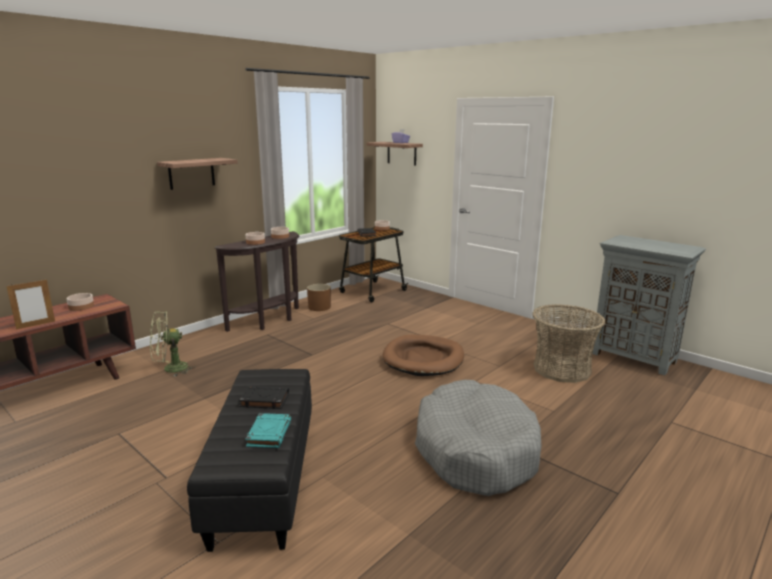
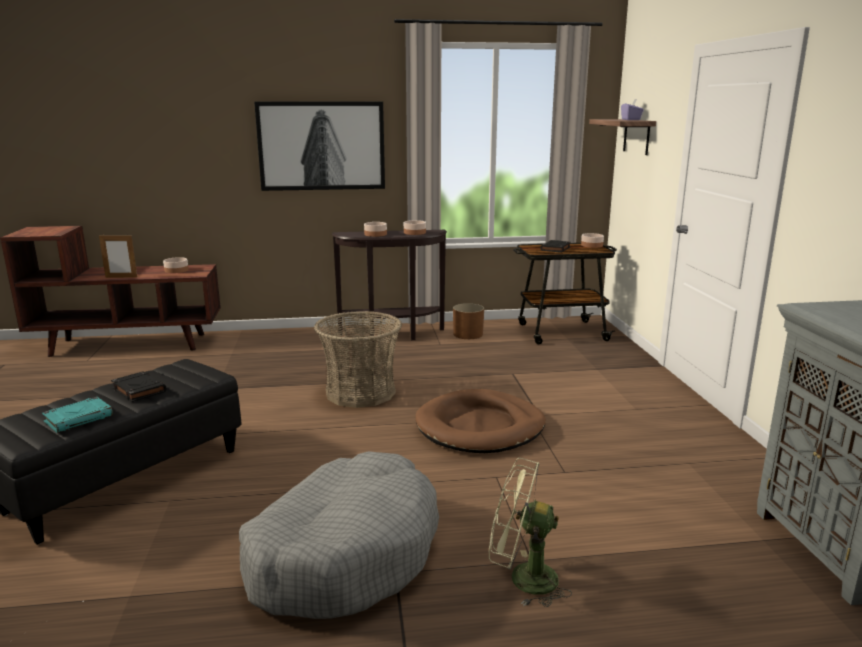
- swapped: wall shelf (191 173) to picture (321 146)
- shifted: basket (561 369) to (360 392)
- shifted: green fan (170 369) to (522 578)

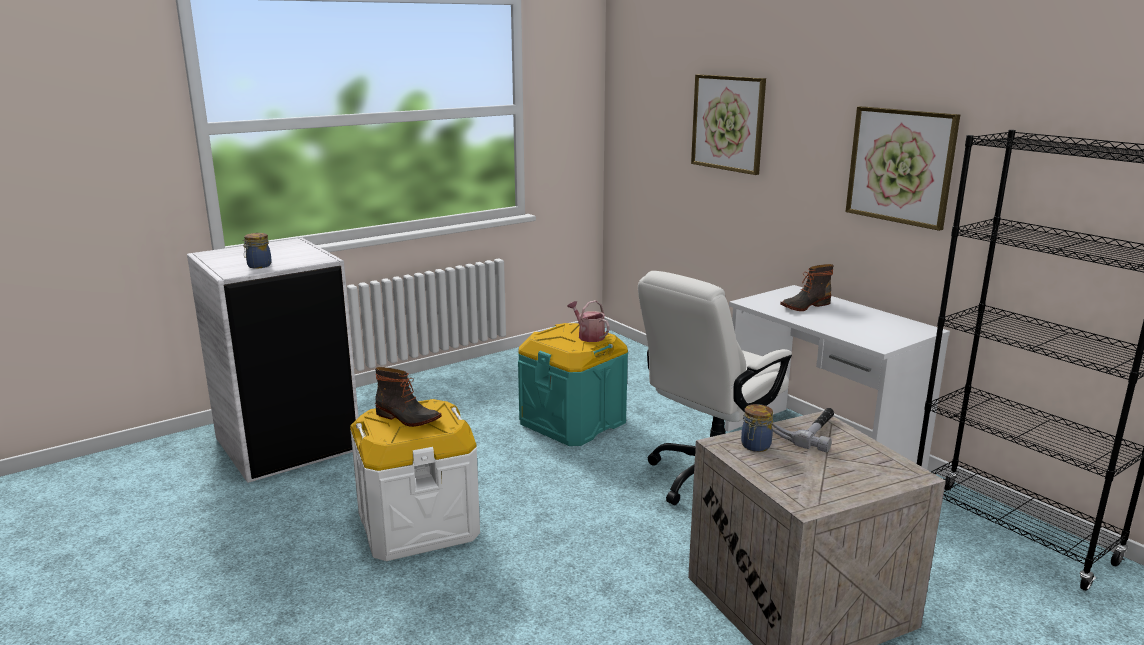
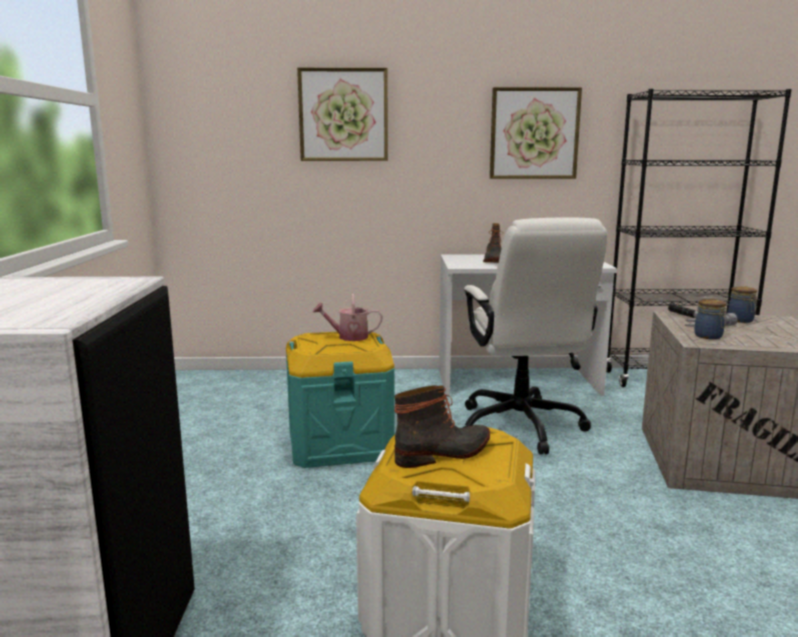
- shifted: preserve jar (258 266) to (741 320)

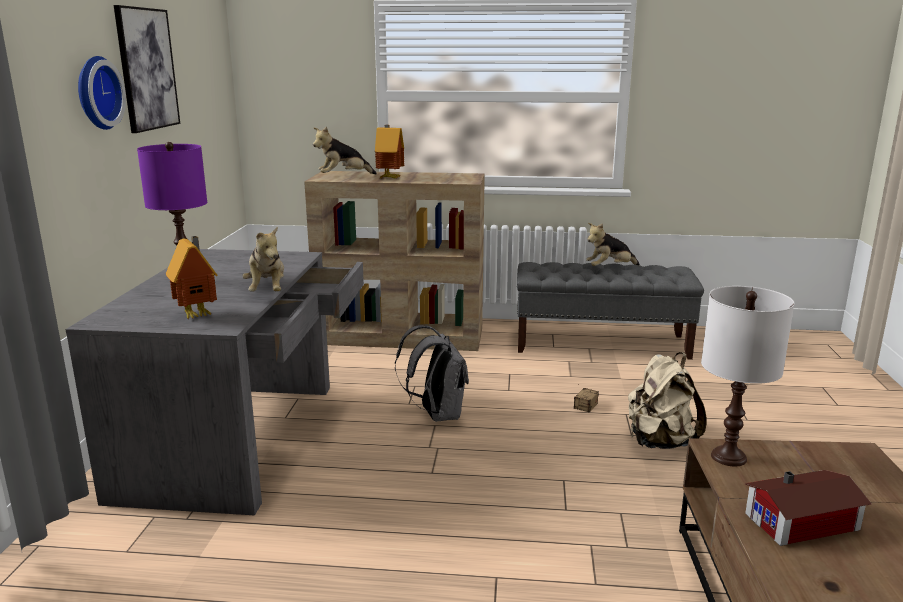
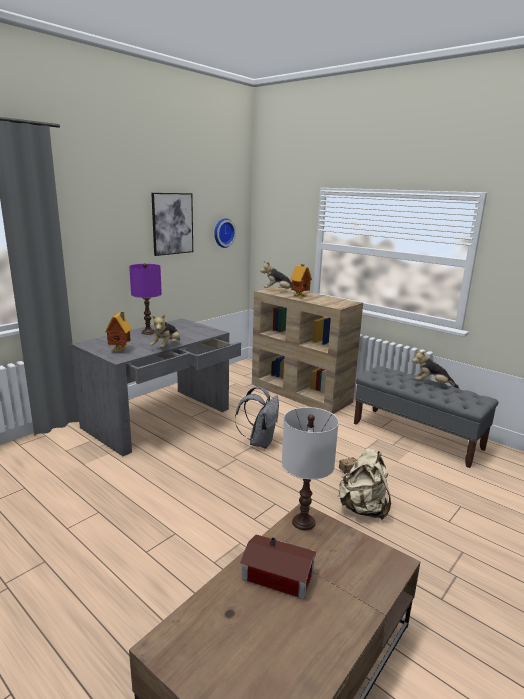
- shifted: wall clock (95 93) to (223 232)

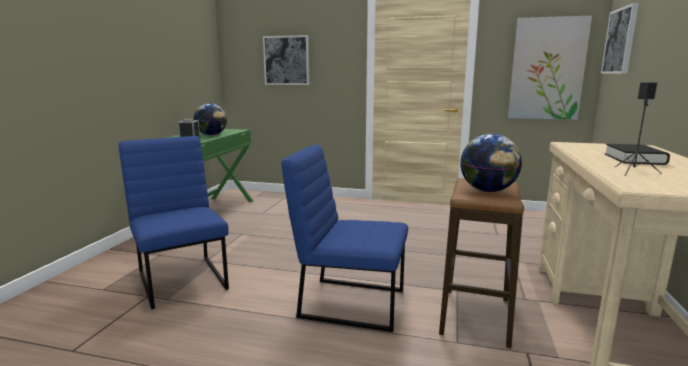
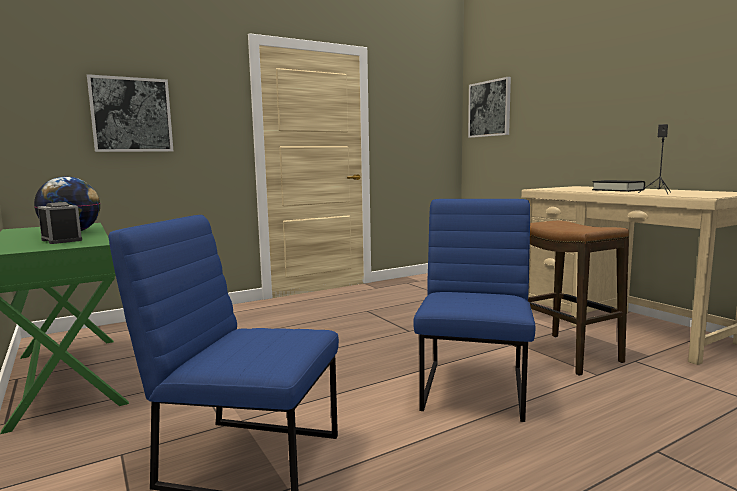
- gone: picture (547 69)
- gone: world globe (487 191)
- rotated: blue plain chair (349 302) = (474 387) 135 degrees clockwise

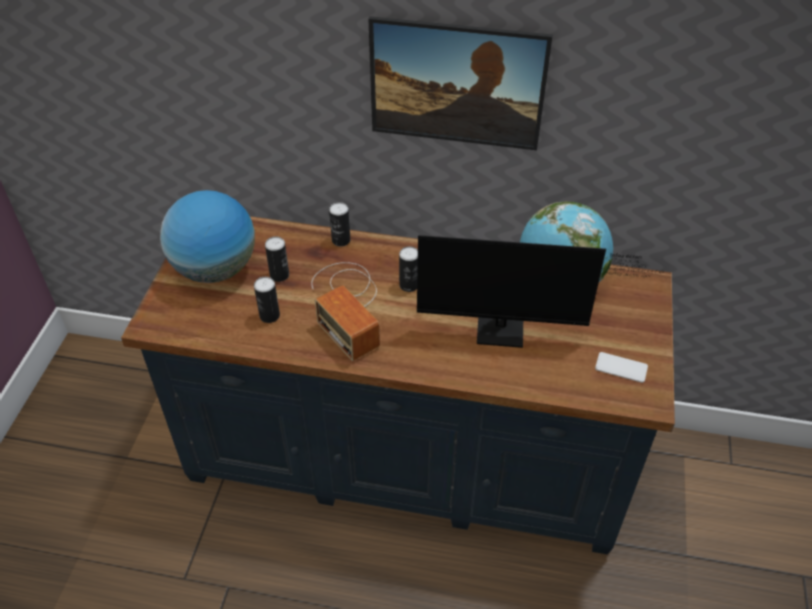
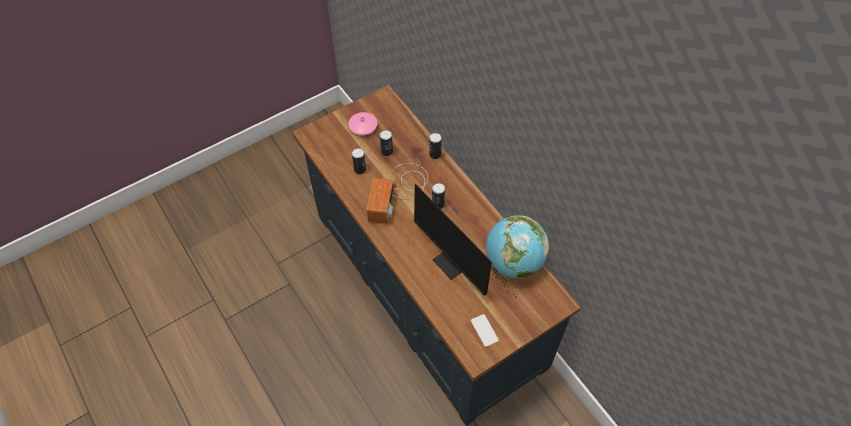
- gone: picture (455 112)
- swapped: world globe (215 269) to pink vase (363 126)

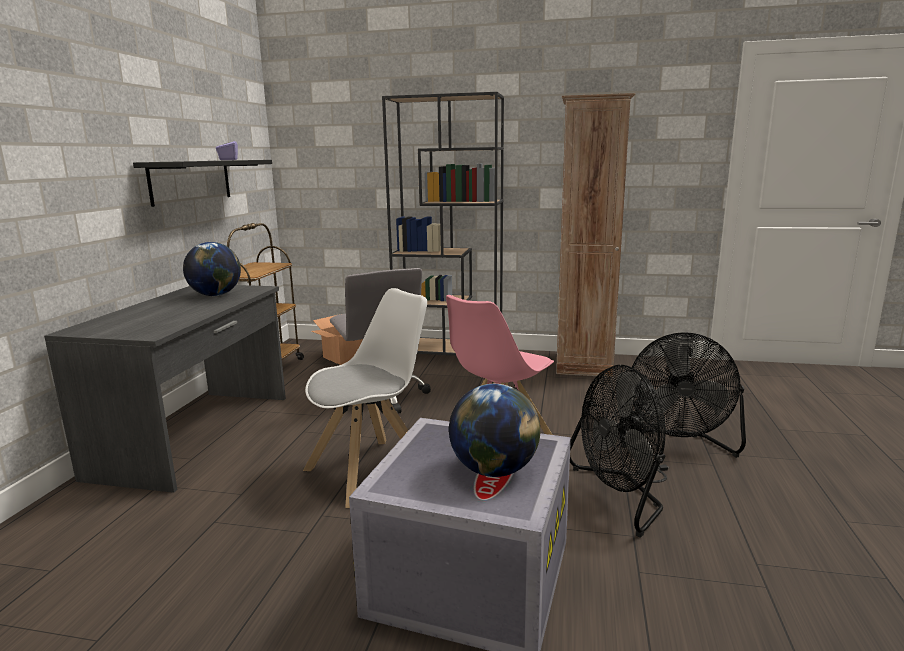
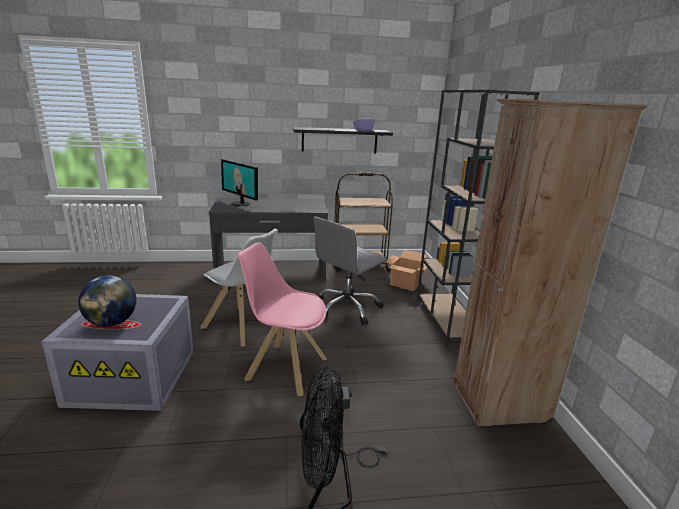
- gone: world globe (215 295)
- gone: black fan (624 492)
- new: monitor (241 203)

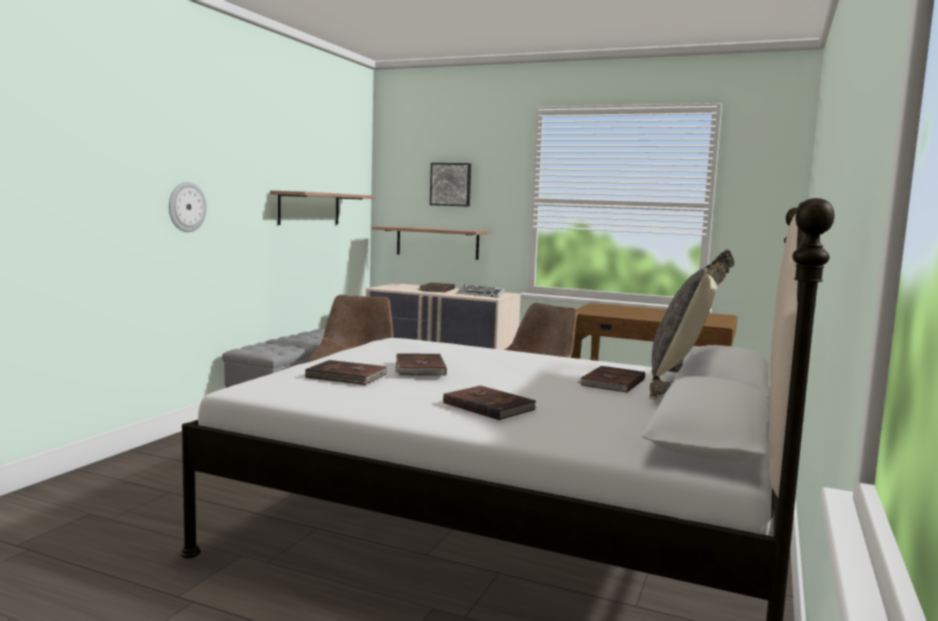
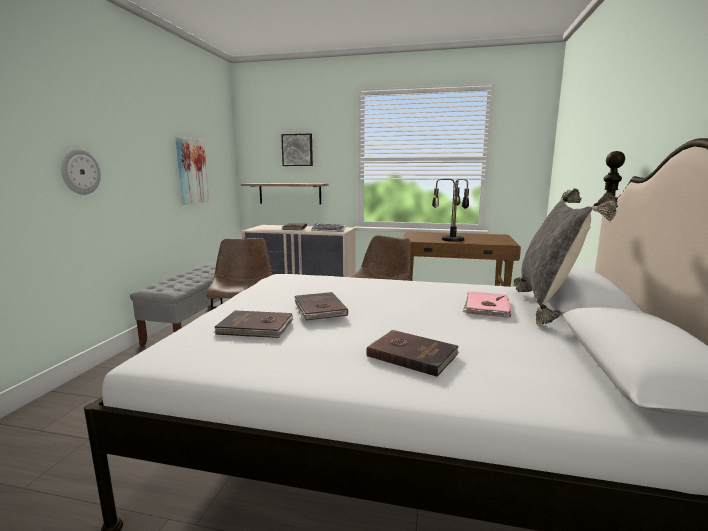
- swapped: wall shelf (309 208) to picture (191 171)
- repainted: brown-coloured book (611 382) to pink book (486 307)
- new: lamp for a table (452 239)

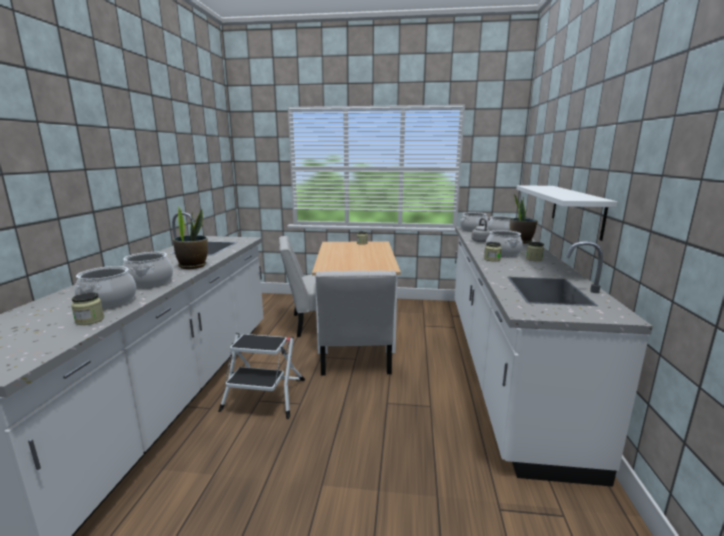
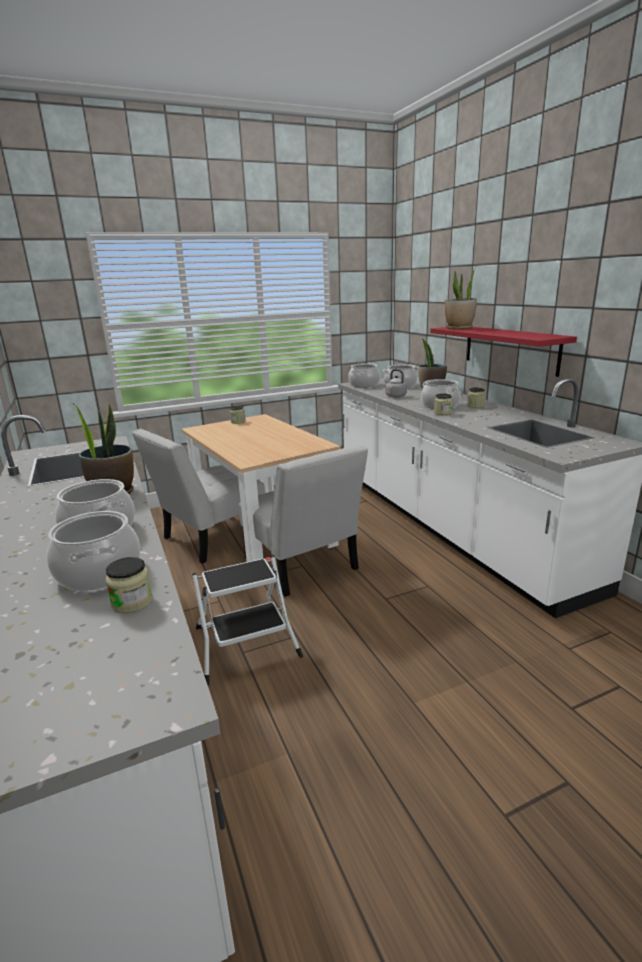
- repainted: white-coloured wall shelf (576 210) to red wall shelf (510 349)
- new: houseplant (459 328)

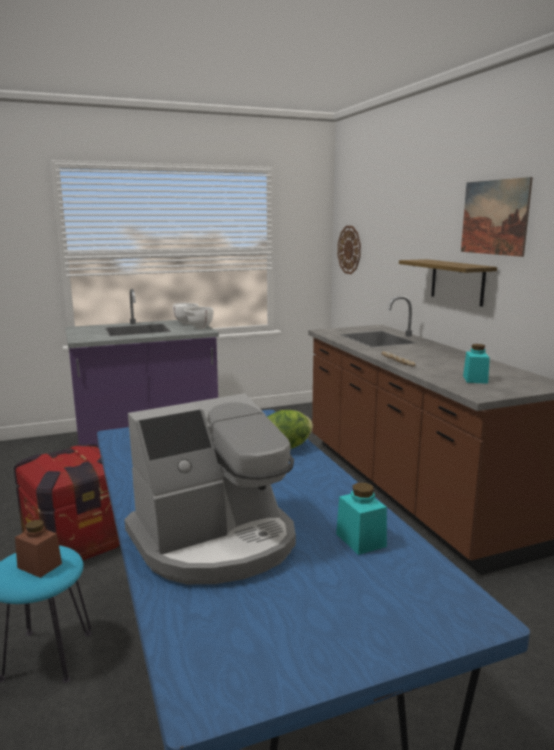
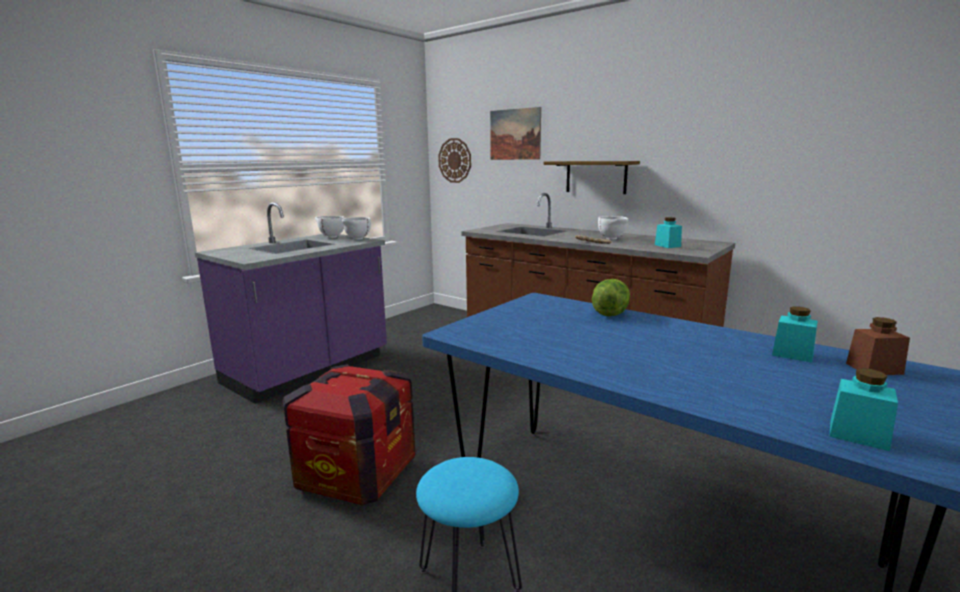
- shifted: picture (494 217) to (515 134)
- gone: coffee brewer (215 541)
- shifted: brown-coloured preserve jar (39 565) to (874 369)
- new: white-coloured bowl (612 239)
- new: turquoise-coloured preserve jar (858 435)

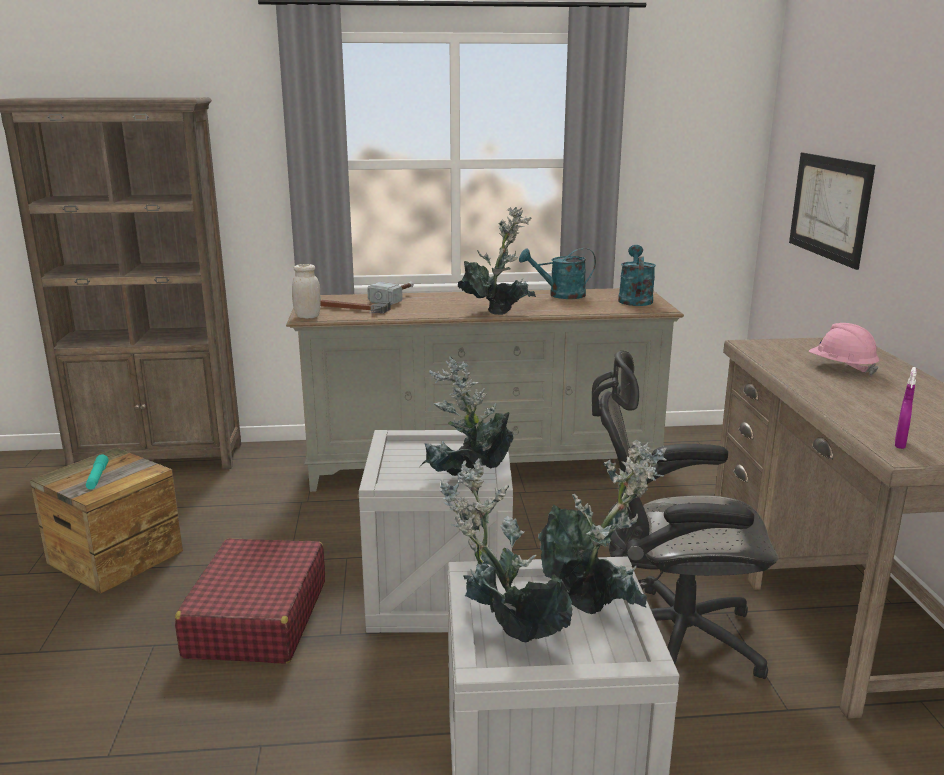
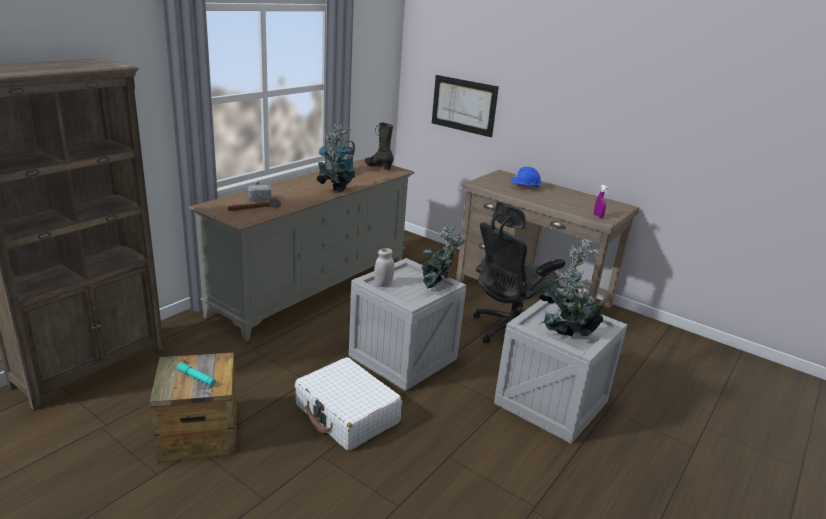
- swapped: turquoise-coloured watering can (634 299) to black high-top boot (378 167)
- shifted: white-coloured preserve jar (307 316) to (383 284)
- repainted: pink work helmet (841 368) to blue work helmet (525 187)
- repainted: red travel case (257 619) to white-coloured travel case (347 414)

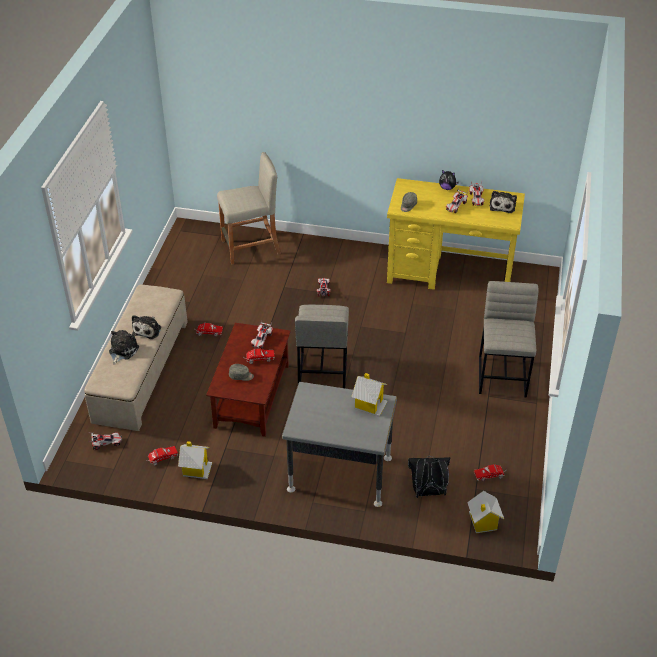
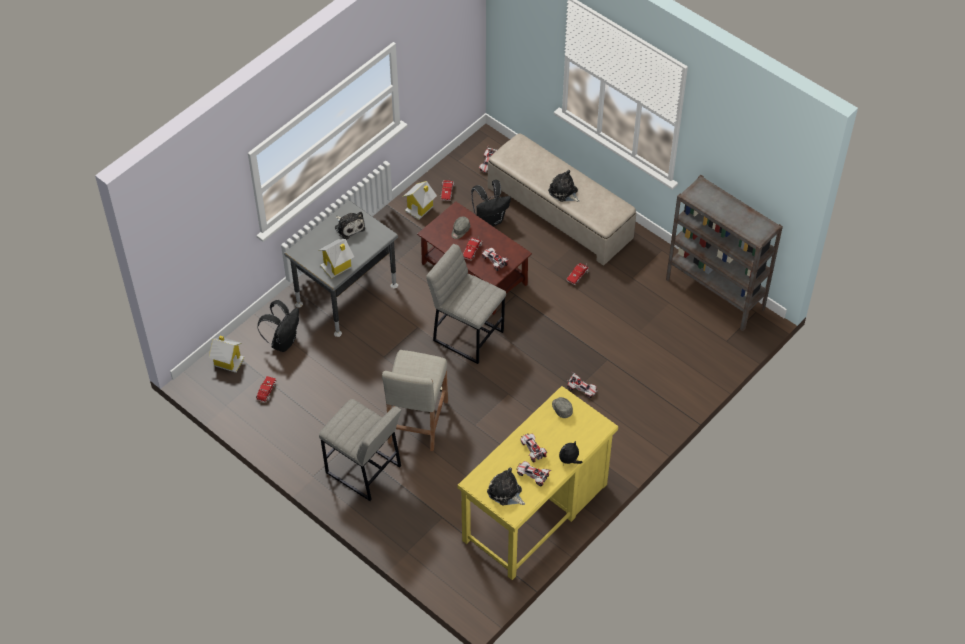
- shifted: beige-coloured sitting stool (251 247) to (417 421)
- shifted: soft toy (122 351) to (349 227)
- new: gray bookcase (715 294)
- new: black rucksack (489 220)

